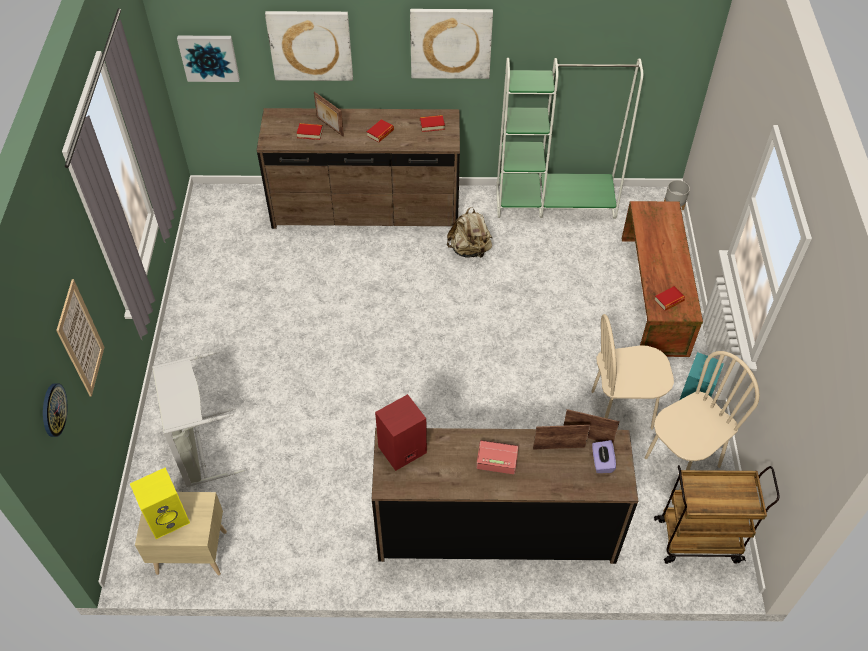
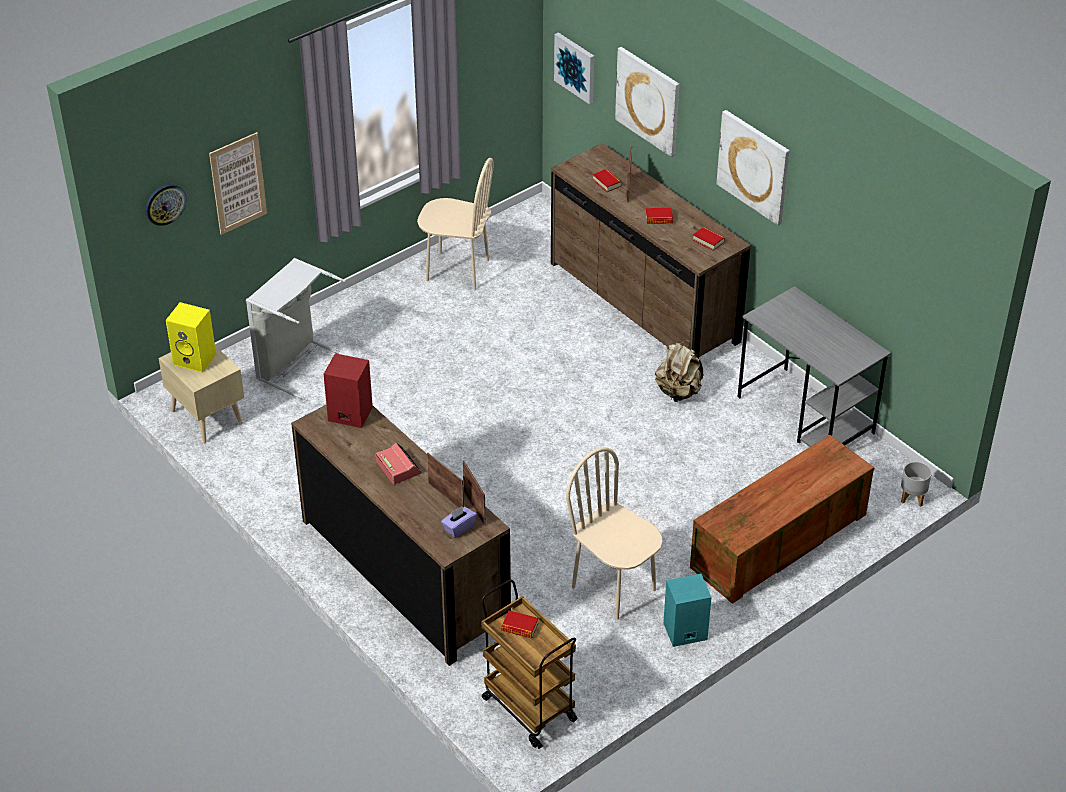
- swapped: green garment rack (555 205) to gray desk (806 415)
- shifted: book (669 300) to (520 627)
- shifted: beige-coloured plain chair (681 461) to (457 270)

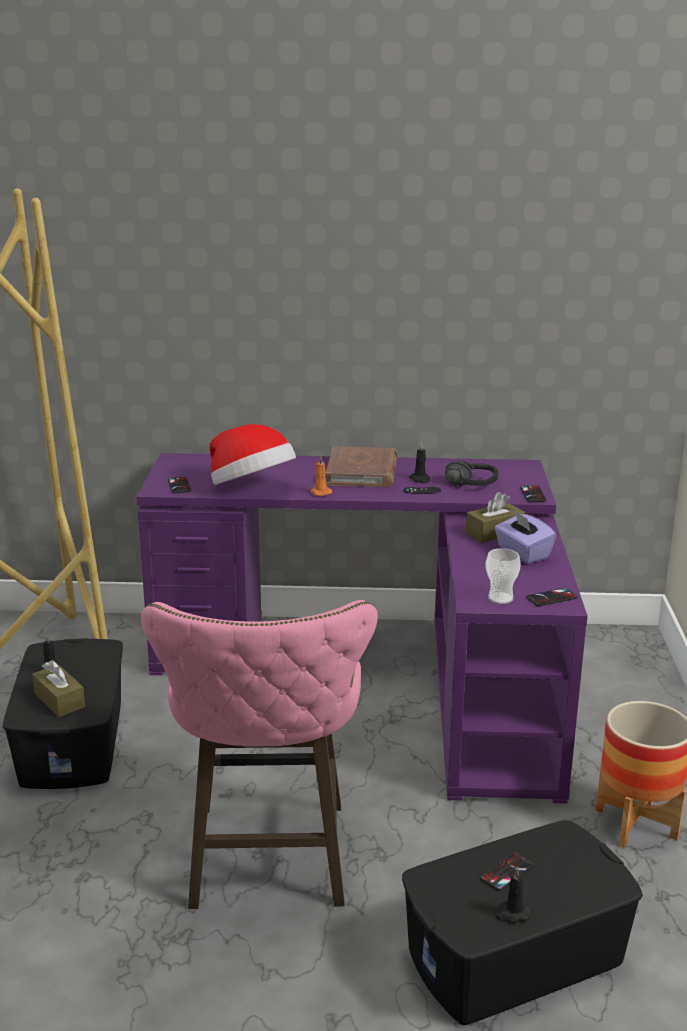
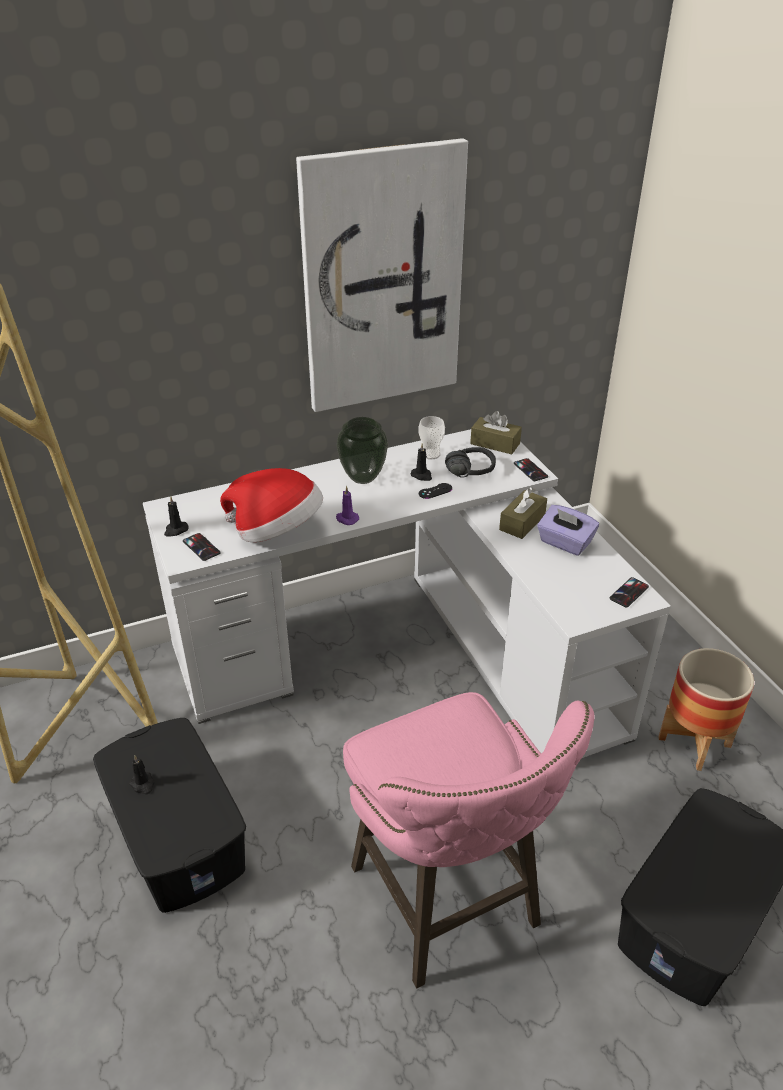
- swapped: brown-coloured book (362 472) to vase (362 479)
- repainted: purplish desk (387 673) to white-coloured desk (411 649)
- repainted: orangey candle (320 492) to purplish candle (346 519)
- shifted: drinking cup (500 598) to (430 454)
- shifted: brown-coloured tissue box (59 700) to (495 443)
- gone: phone (507 872)
- shifted: black candle (512 914) to (175 530)
- new: picture (382 280)

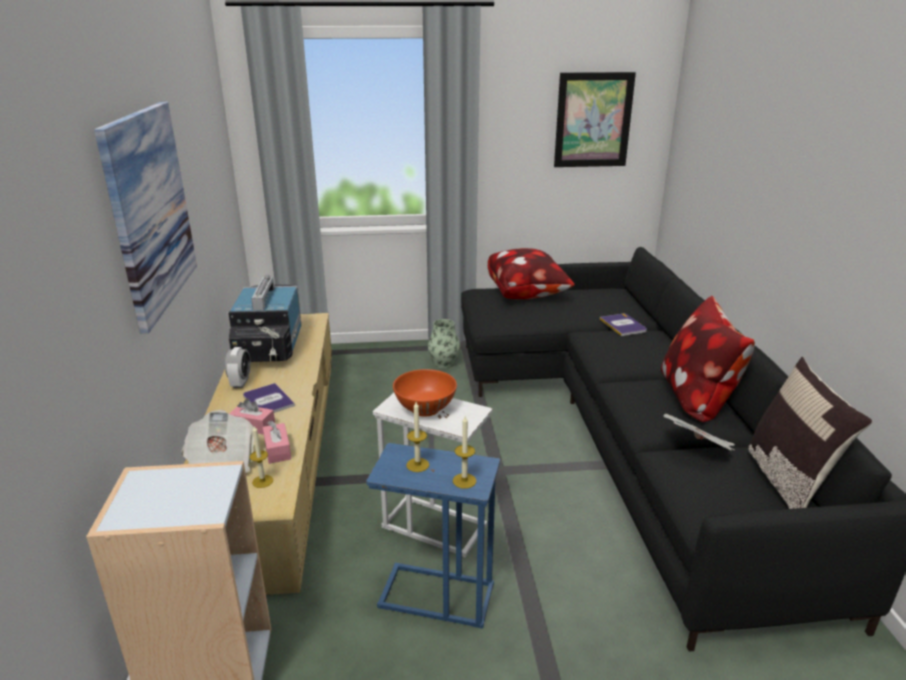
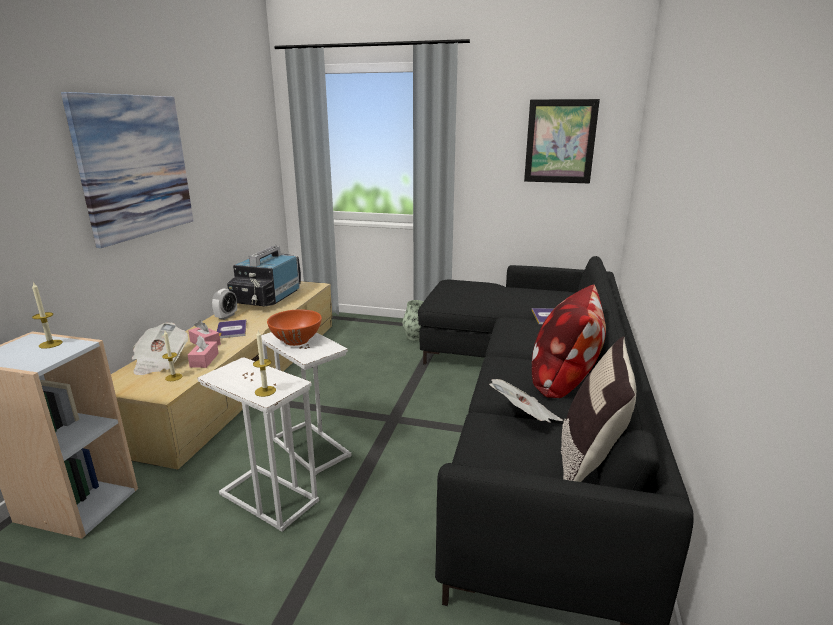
- gone: throw pillow (527 294)
- shifted: candle (417 465) to (50 344)
- repainted: blue accent table (437 595) to white-coloured accent table (270 497)

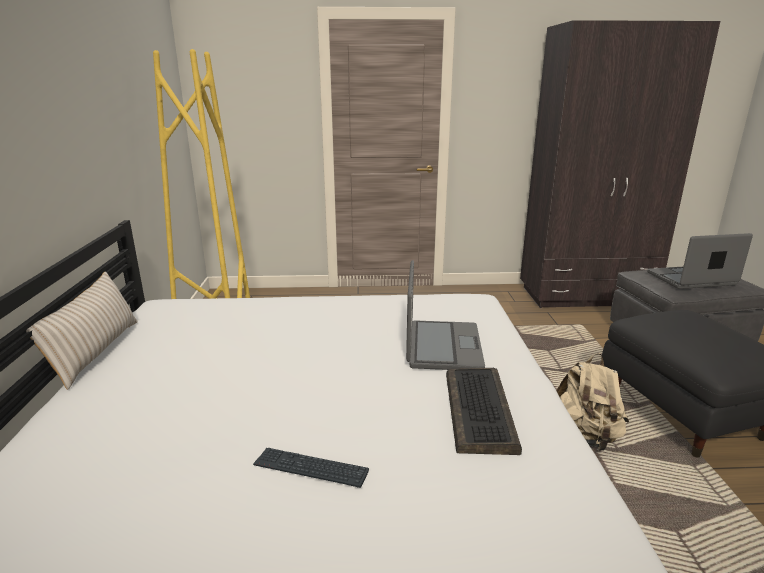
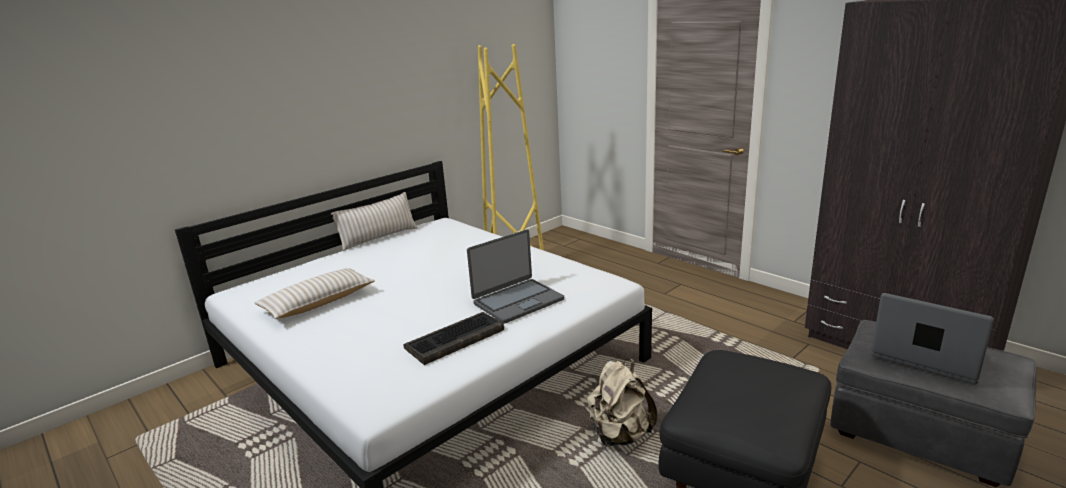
- gone: PC keyboard (311 469)
- new: beige-coloured throw pillow (318 302)

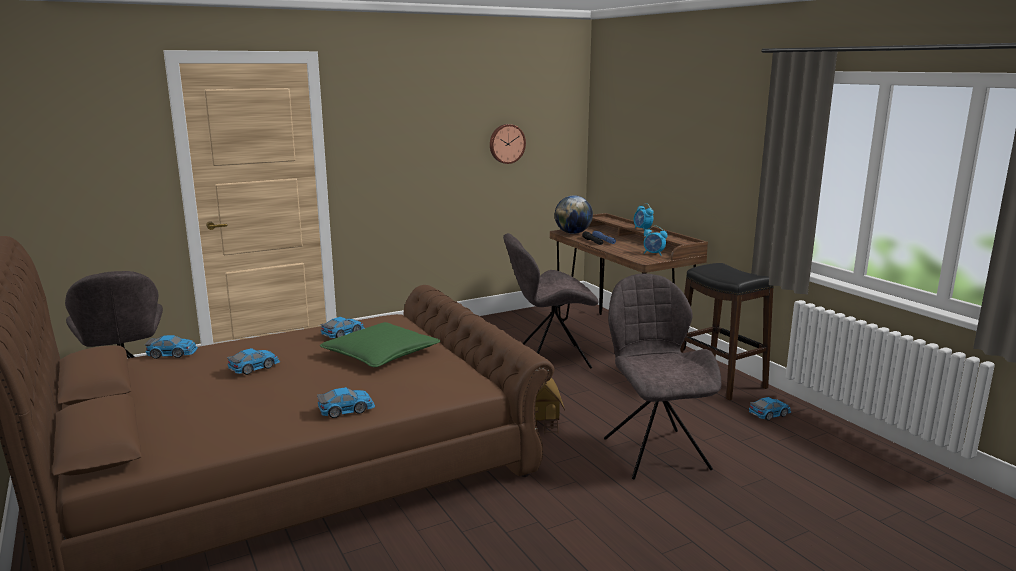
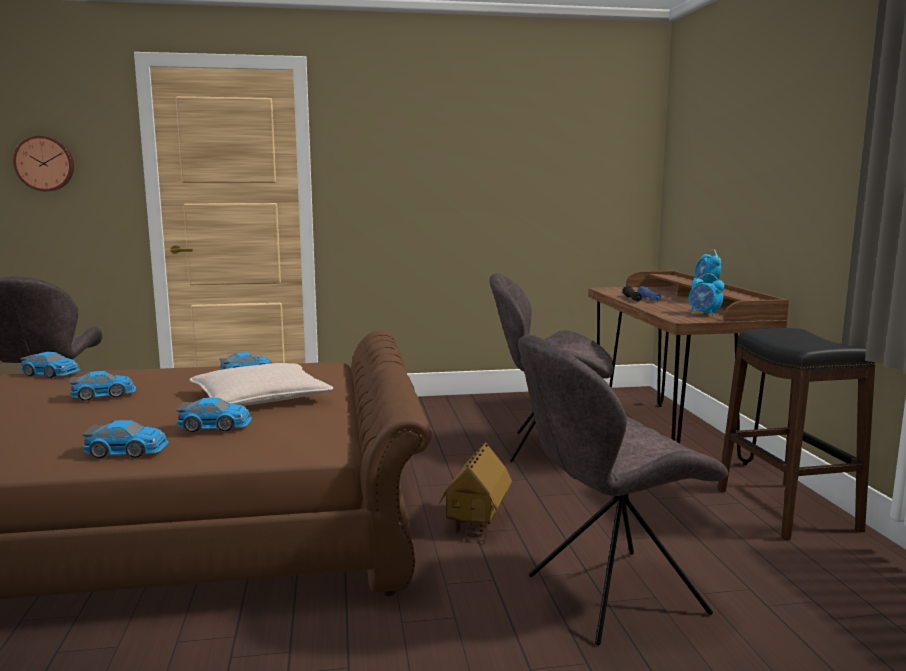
- shifted: wall clock (506 143) to (45 163)
- gone: world globe (573 233)
- rotated: gray plain chair (654 451) = (609 596) 120 degrees counterclockwise
- repainted: green throw pillow (381 353) to beige-coloured throw pillow (260 397)
- shifted: model car (769 414) to (215 426)

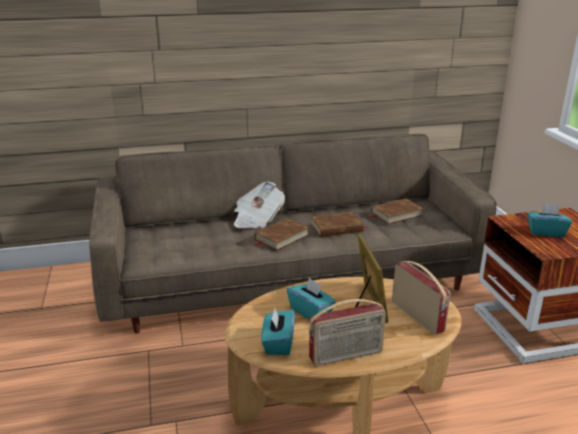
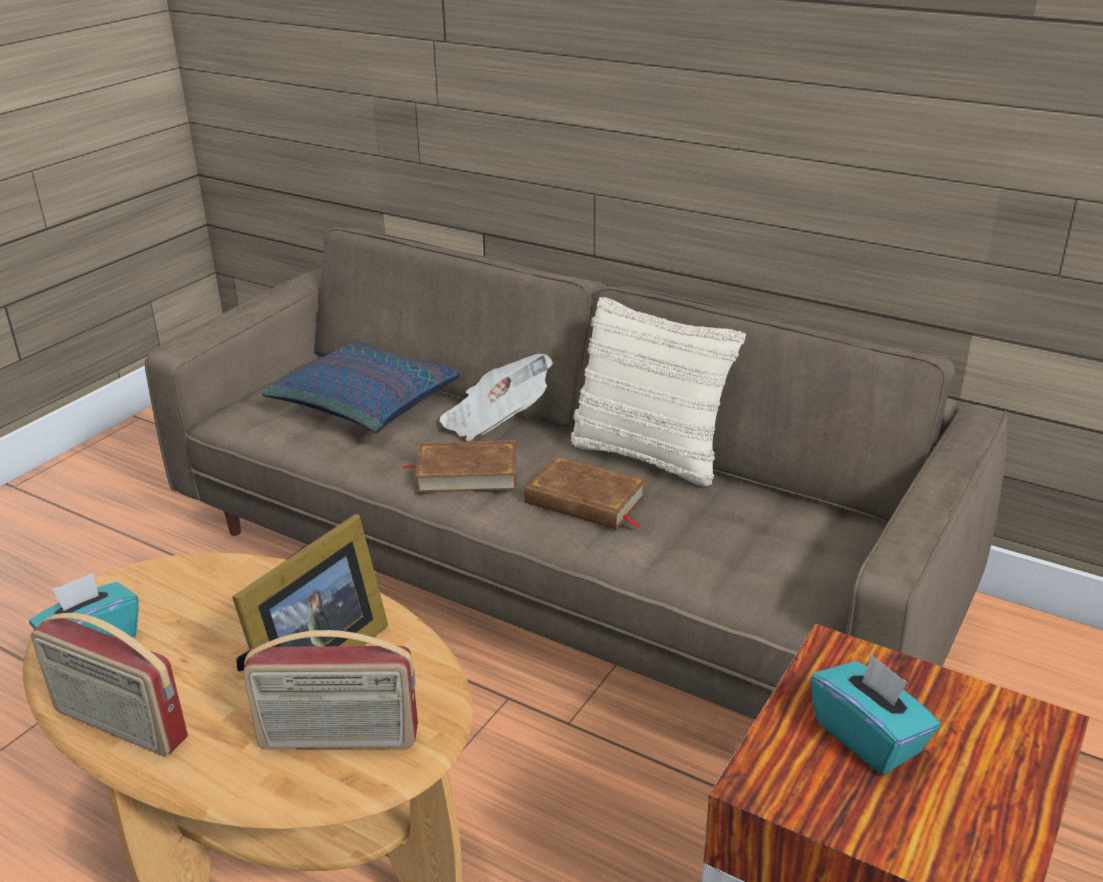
- gone: brown-coloured book (396 214)
- rotated: radio set (418 316) = (338 740) 75 degrees clockwise
- gone: turquoise-coloured tissue box (311 312)
- new: beige-coloured throw pillow (651 457)
- new: blue throw pillow (368 403)

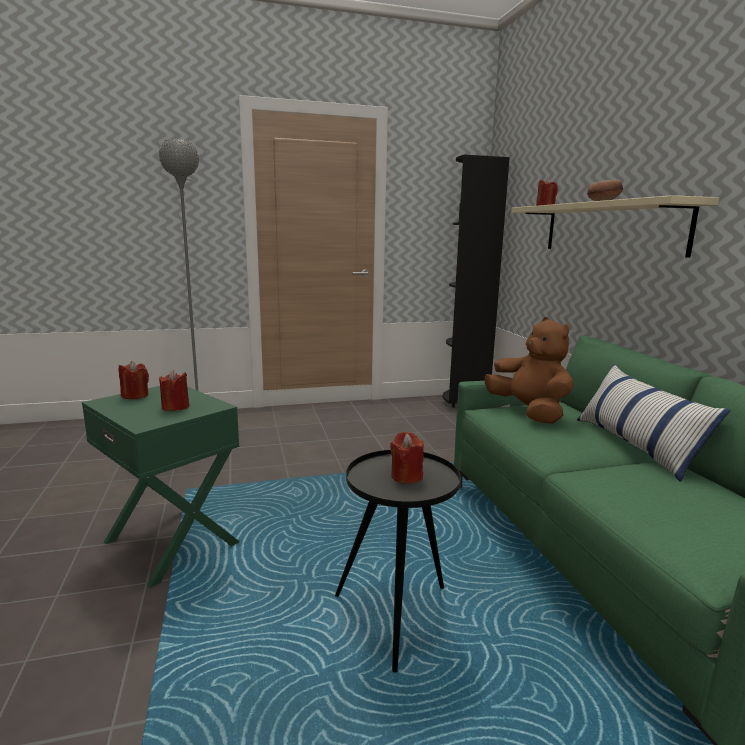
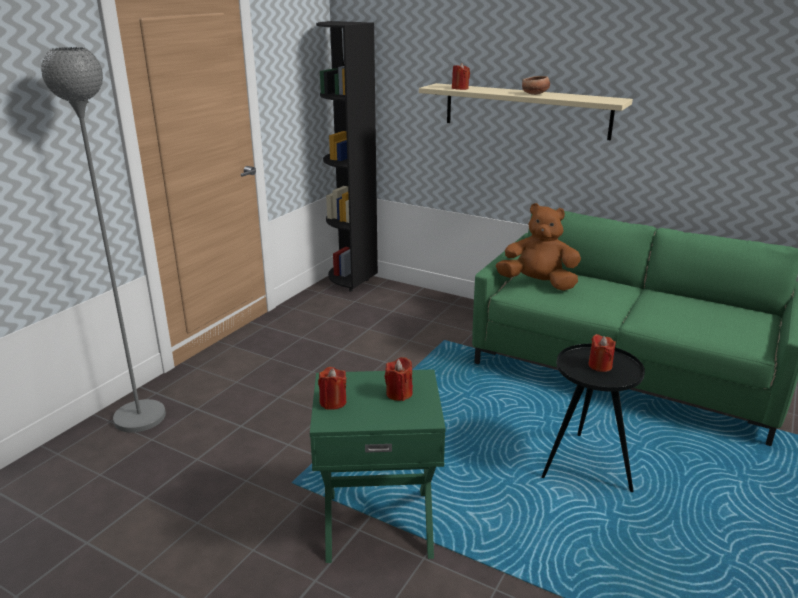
- gone: throw pillow (636 446)

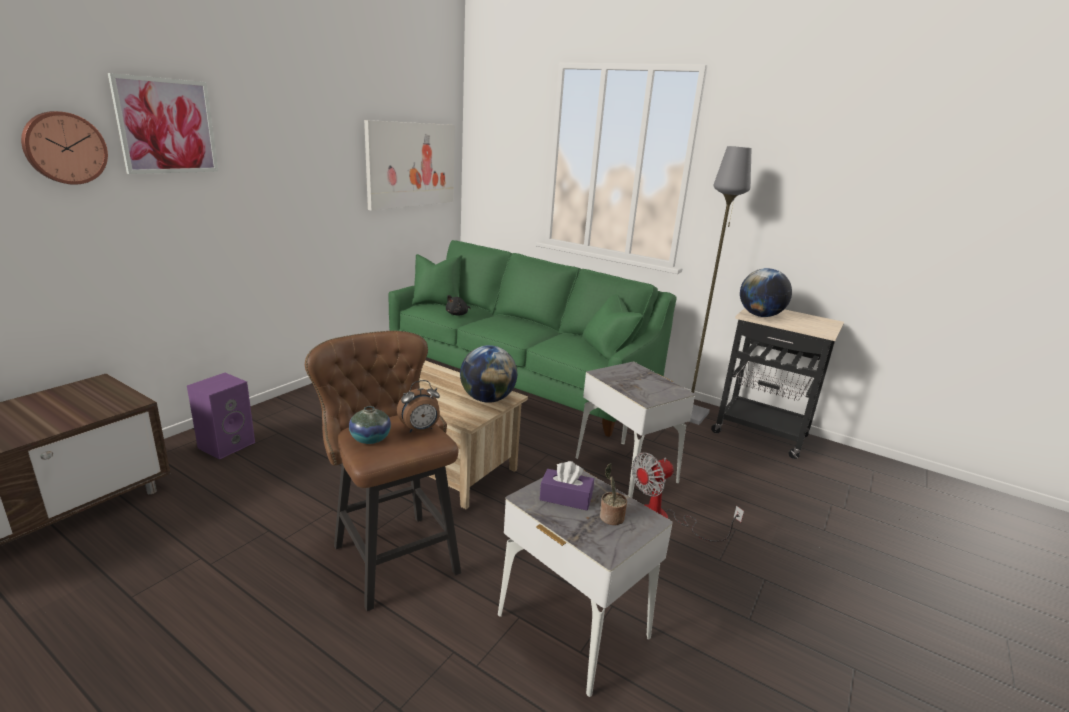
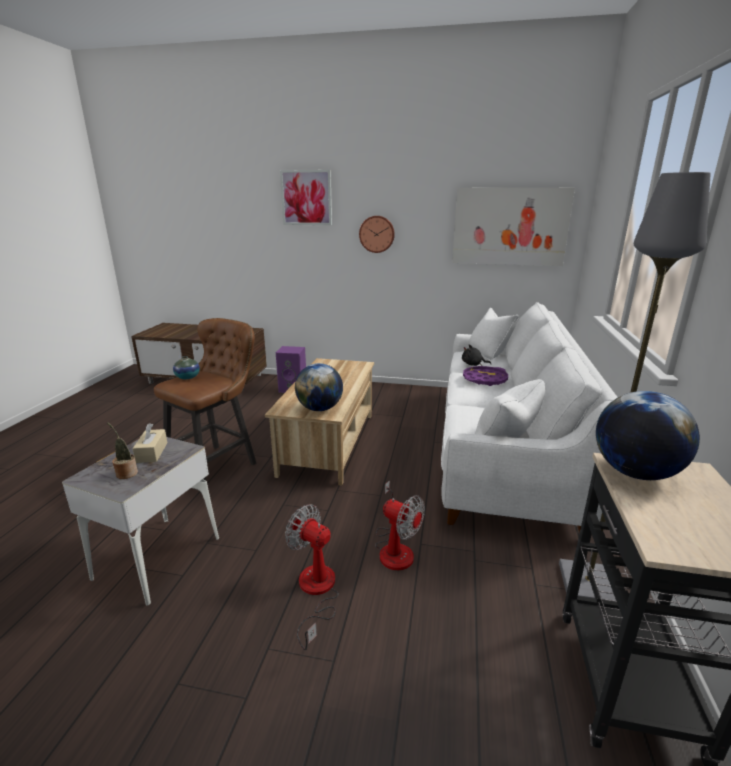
- shifted: wall clock (64 148) to (377 234)
- repainted: green sofa (519 379) to white-coloured sofa (502 448)
- swapped: accent table (625 468) to fan (395 548)
- gone: alarm clock (420 430)
- repainted: purplish tissue box (566 498) to beige-coloured tissue box (152 452)
- new: purplish tray (484 379)

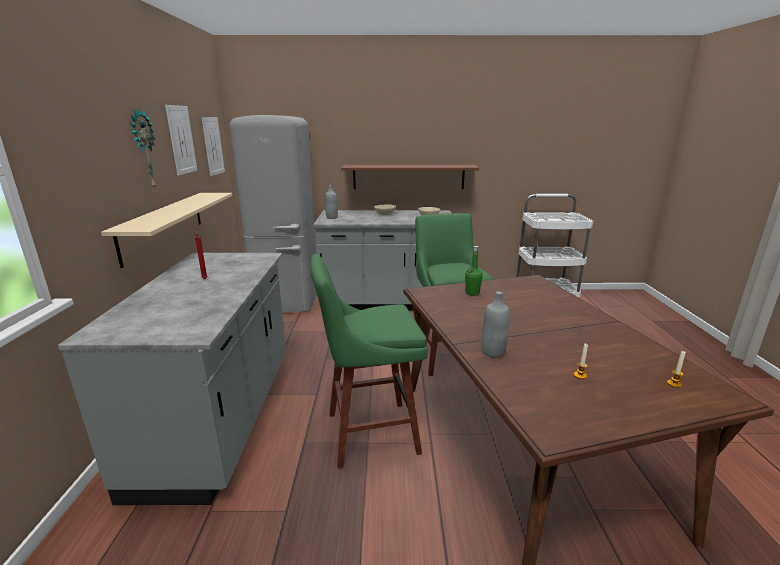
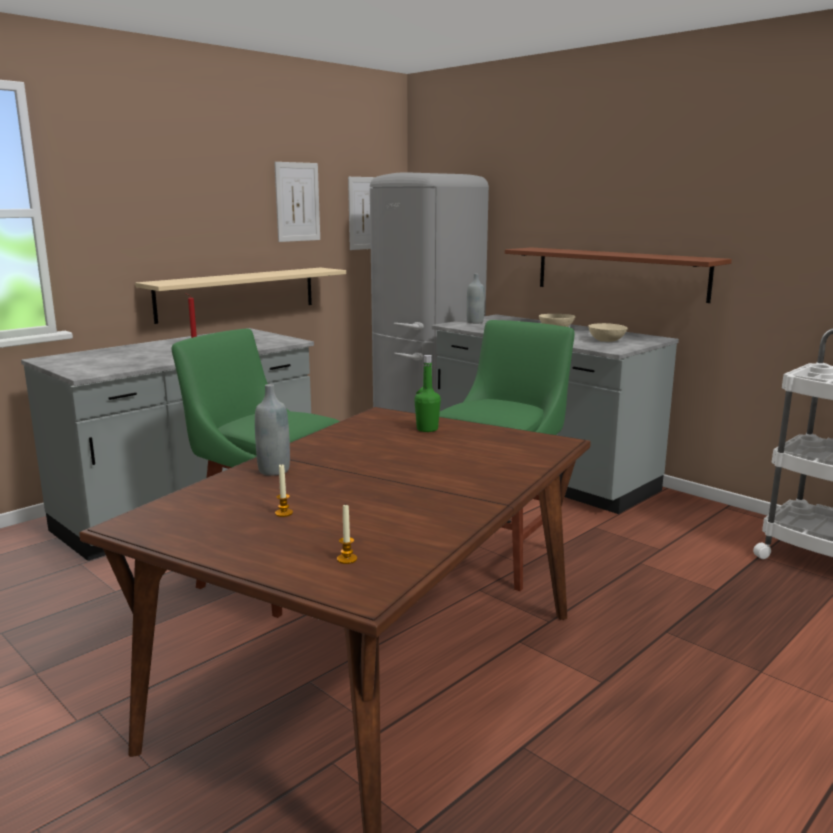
- gone: wall clock (143 150)

